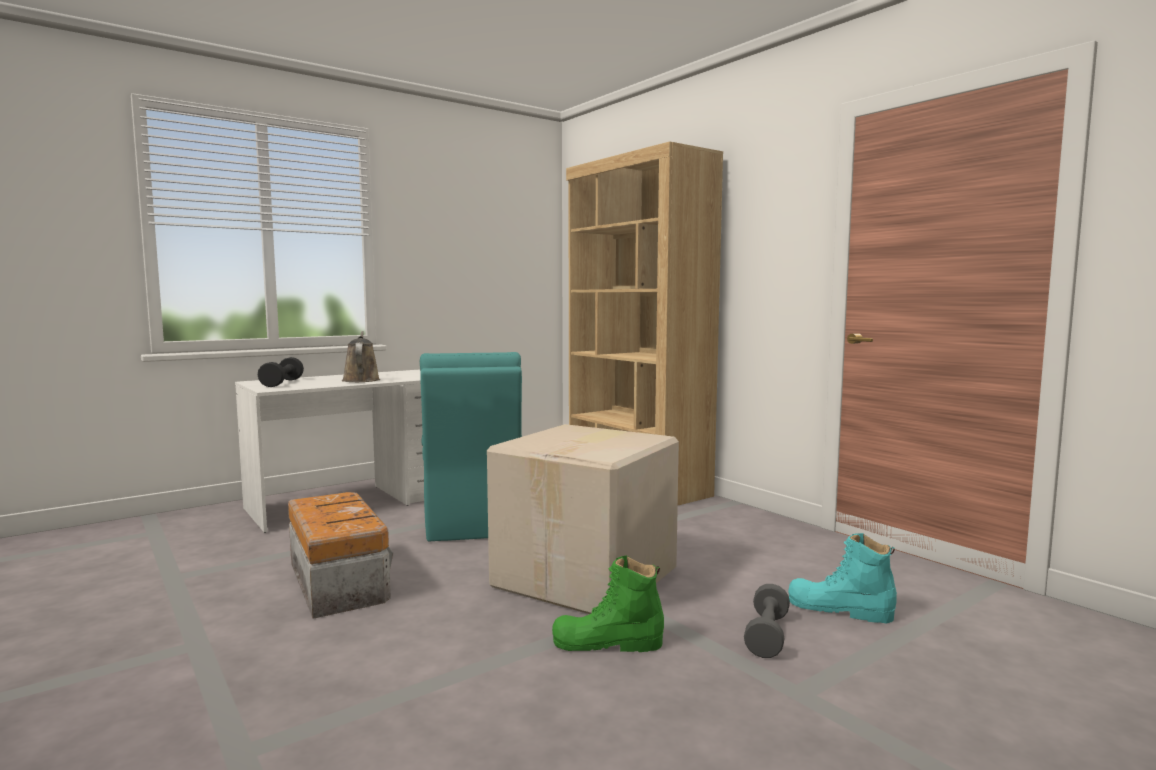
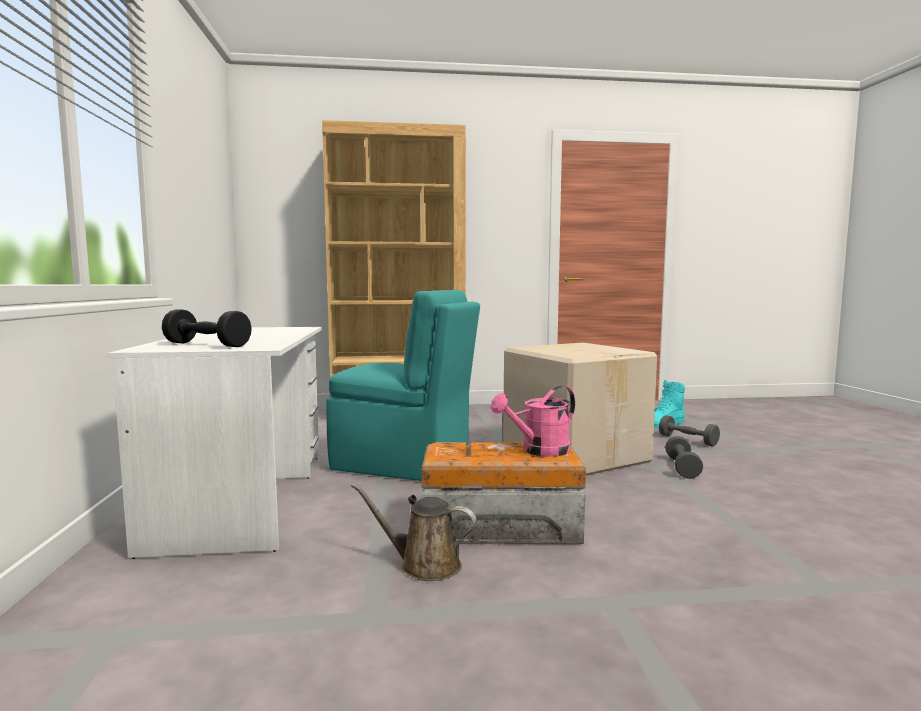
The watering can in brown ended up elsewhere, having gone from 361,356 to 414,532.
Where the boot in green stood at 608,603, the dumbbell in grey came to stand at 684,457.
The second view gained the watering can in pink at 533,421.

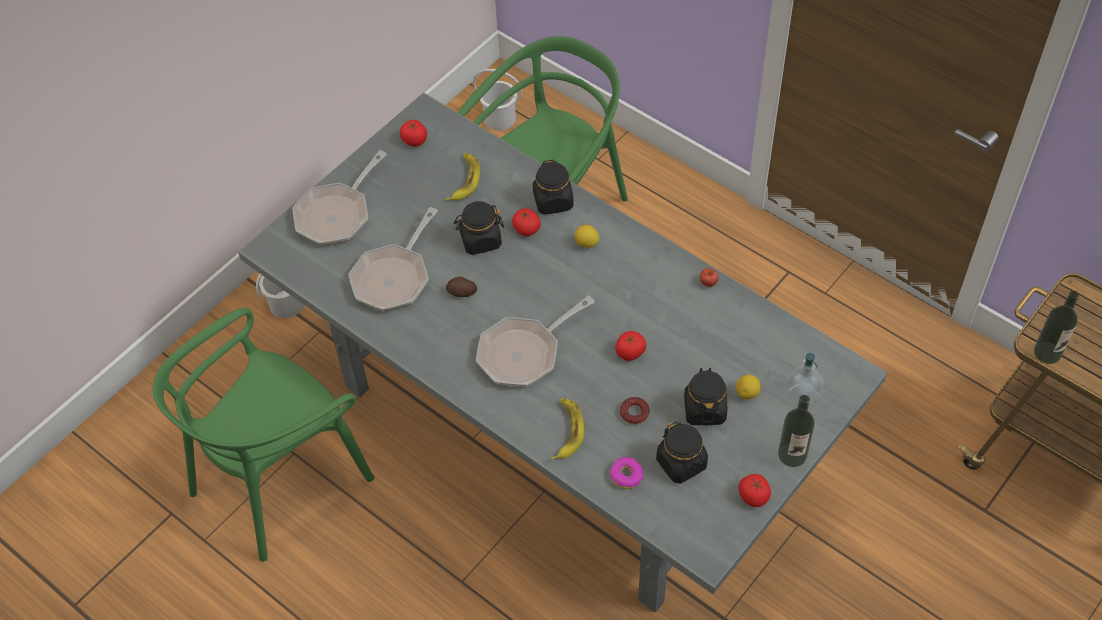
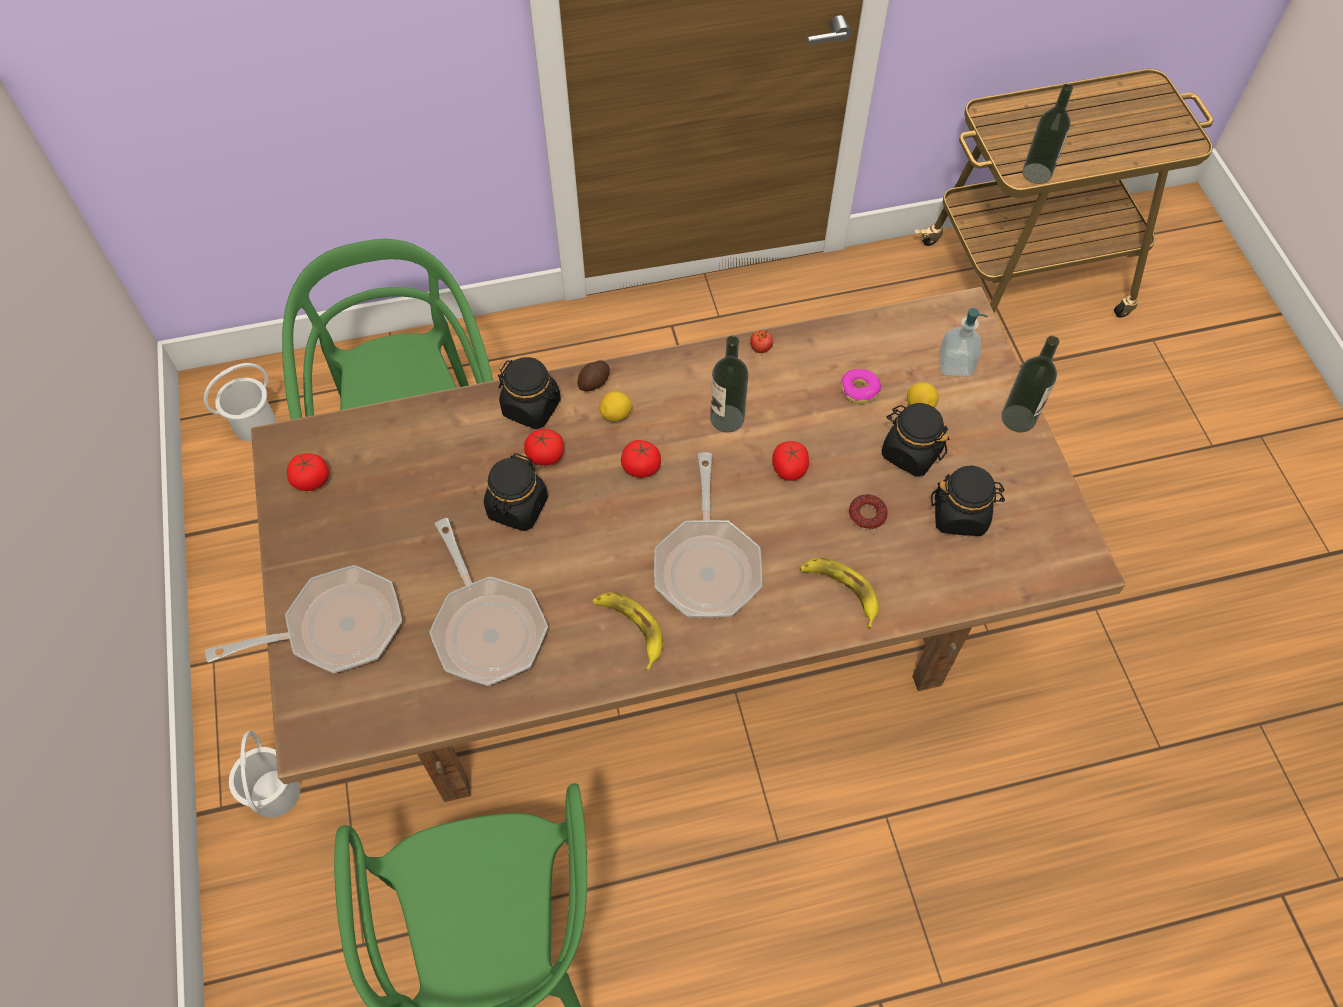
What was the dining table in grey at 563,353 turned into the dining table in brown at 688,544.
The frying pan at 339,197 ended up facing another way, 90 degrees counterclockwise from before.
The banana ended up elsewhere, having gone from 462,176 to 628,631.
The potato ended up elsewhere, having gone from 461,287 to 594,375.
The donut ended up elsewhere, having gone from 627,473 to 861,386.
The tomato ended up elsewhere, having gone from 755,490 to 641,459.
The second view gained the bottle at 729,384.

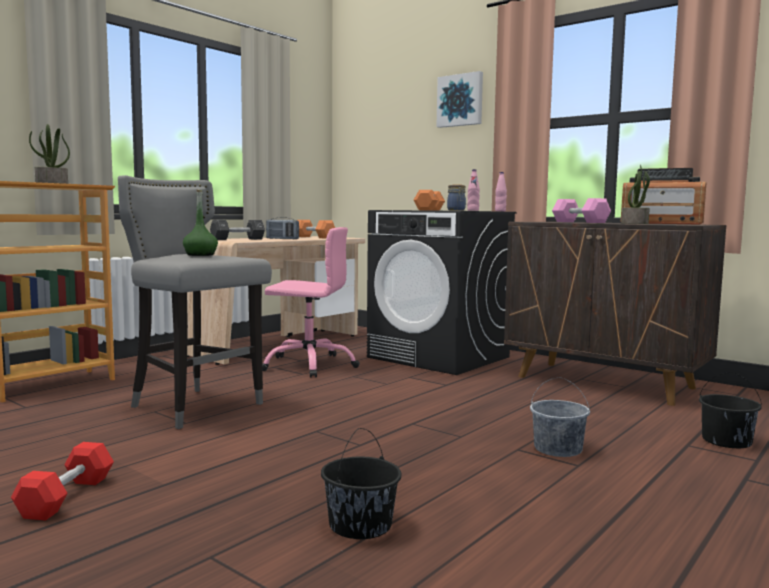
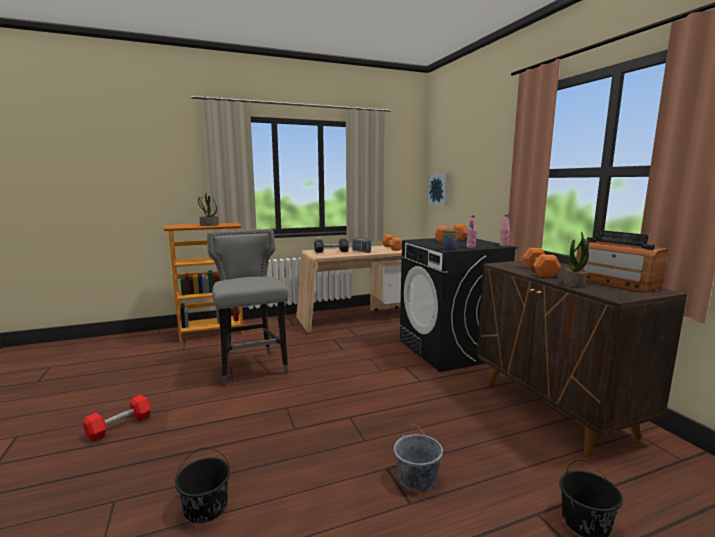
The picture ended up elsewhere, having gone from 459,99 to 438,189.
The second view lost the bottle in green at 200,222.
What was the dumbbell in pink at 581,210 turned into the dumbbell in orange at 541,263.
The second view lost the office chair in pink at 311,302.

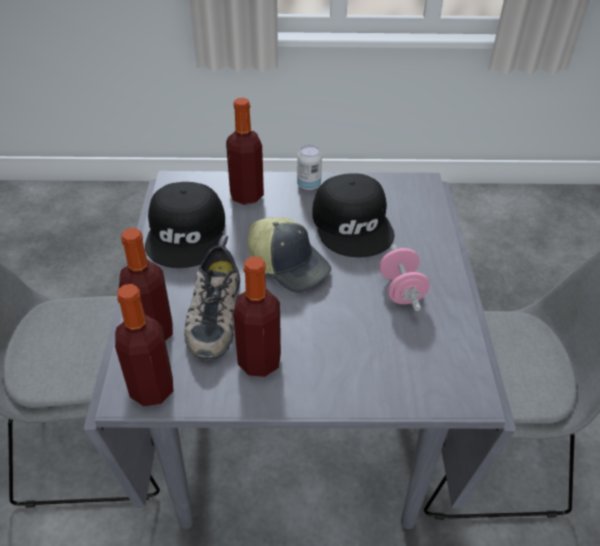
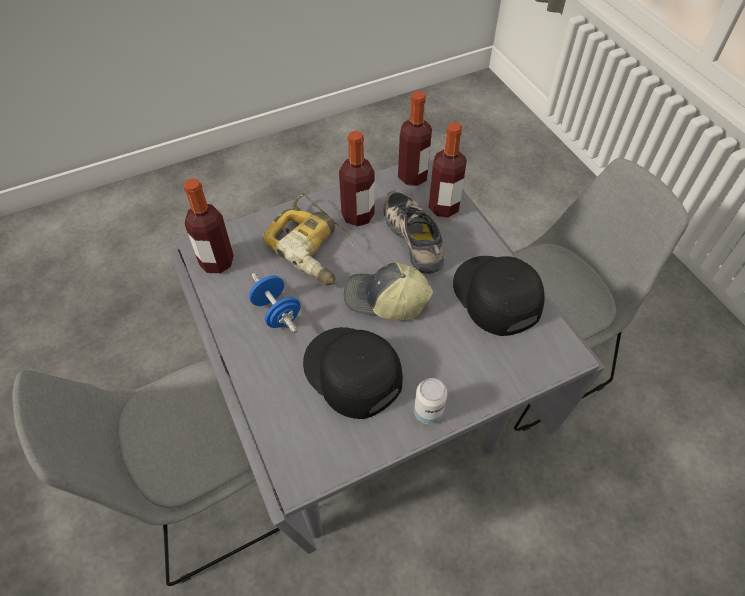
The bottle ended up elsewhere, having gone from 245,151 to 209,226.
What was the dumbbell in pink at 404,277 turned into the dumbbell in blue at 274,303.
The second view gained the power drill at 309,239.

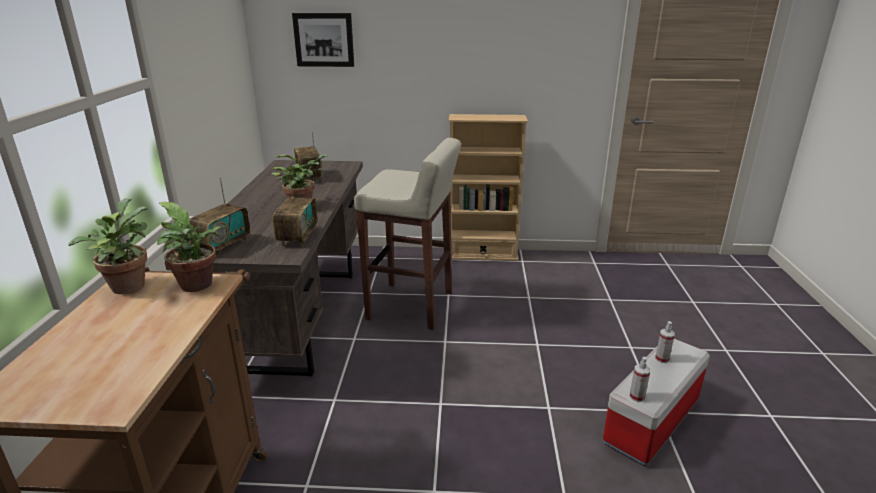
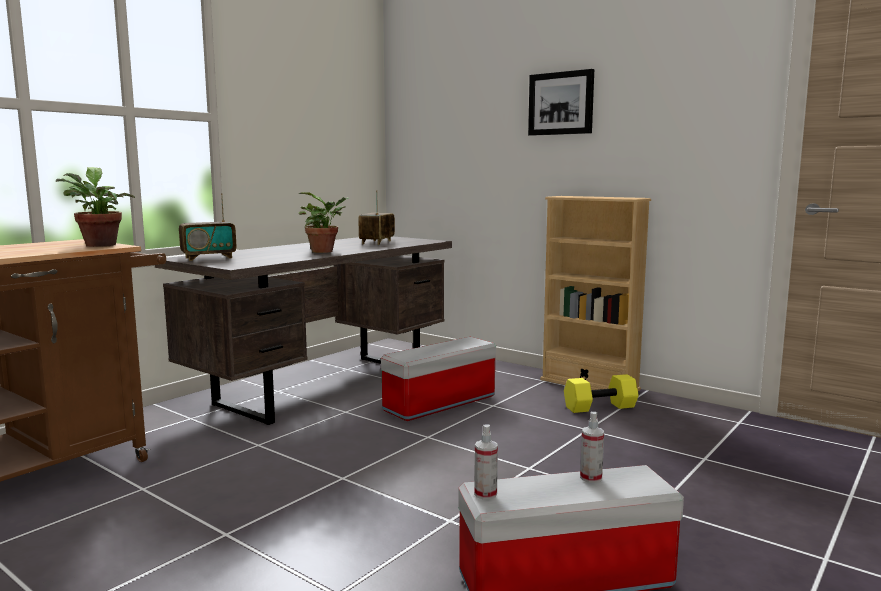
The picture ended up elsewhere, having gone from 323,40 to 561,102.
Where the stool in beige stood at 407,234, the storage box came to stand at 438,379.
The second view lost the radio at 295,209.
The second view lost the potted plant at 108,246.
The second view gained the dumbbell in yellow at 601,393.

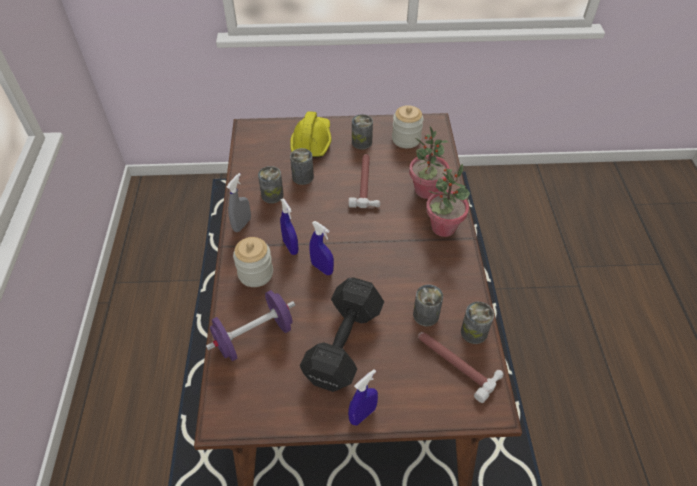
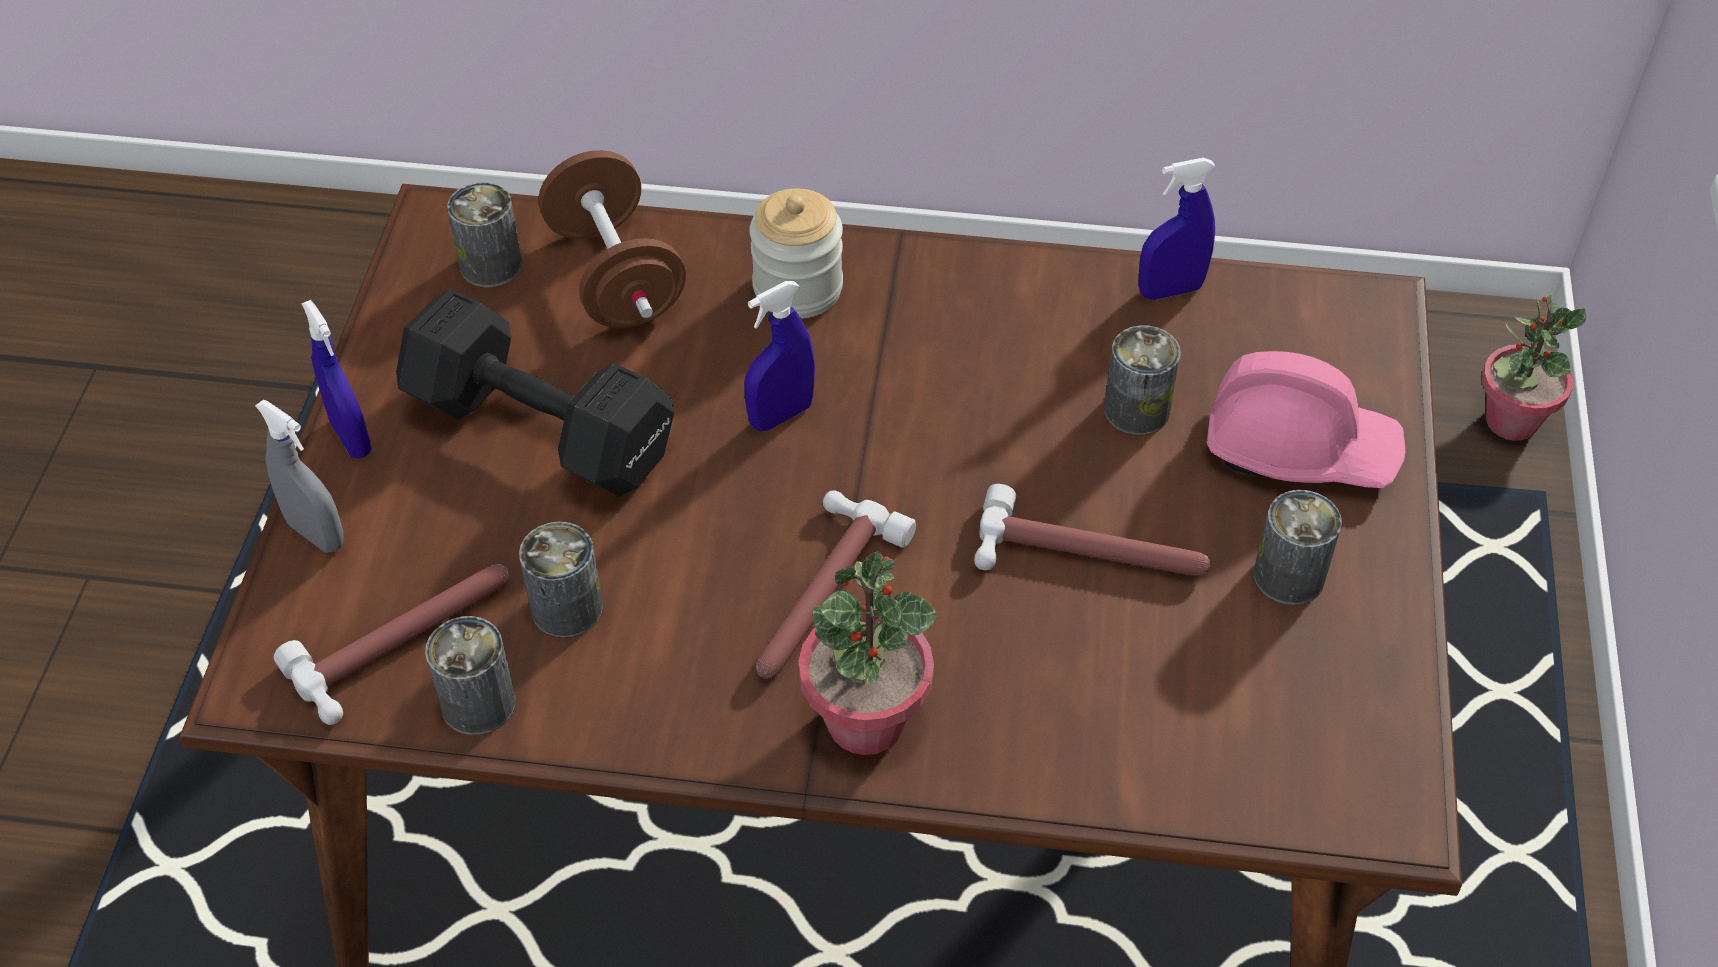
The second view lost the jar at 408,126.
What was the hard hat in yellow at 311,134 turned into the hard hat in pink at 1306,419.
The potted plant ended up elsewhere, having gone from 429,162 to 1534,368.
The can ended up elsewhere, having gone from 271,185 to 484,234.
The spray bottle in grey ended up elsewhere, having gone from 238,202 to 299,476.
The spray bottle in blue ended up elsewhere, having gone from 289,226 to 1176,229.
What was the dumbbell in purple at 250,325 turned into the dumbbell in brown at 612,239.
The second view gained the hammer at 836,584.

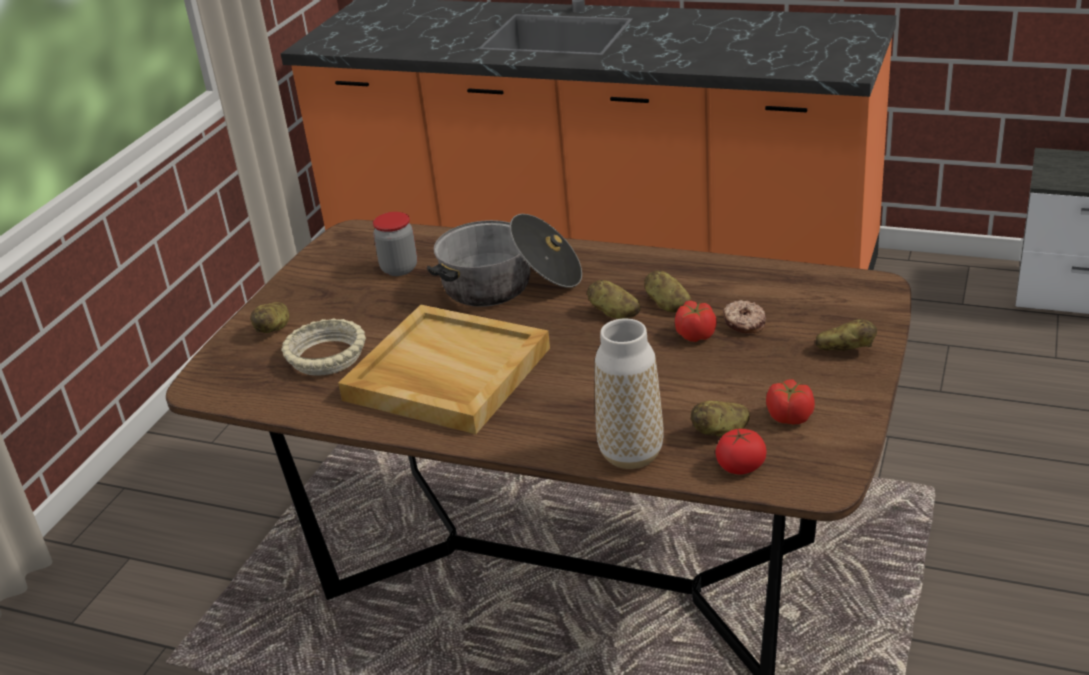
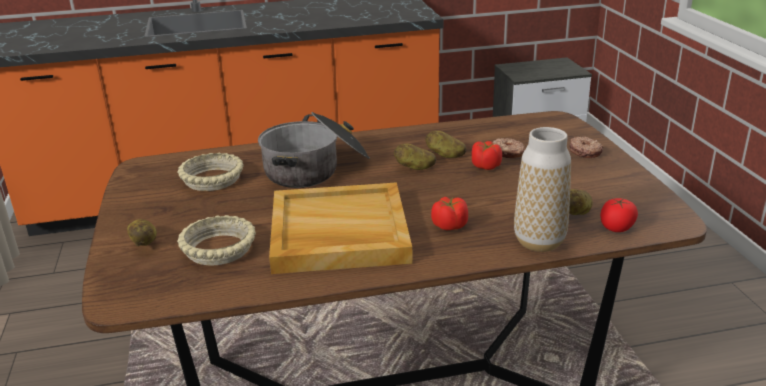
Where the jar stood at 395,244, the bowl in beige came to stand at 210,172.
Where the potato stood at 846,335, the donut came to stand at 586,147.
The tomato ended up elsewhere, having gone from 790,402 to 449,213.

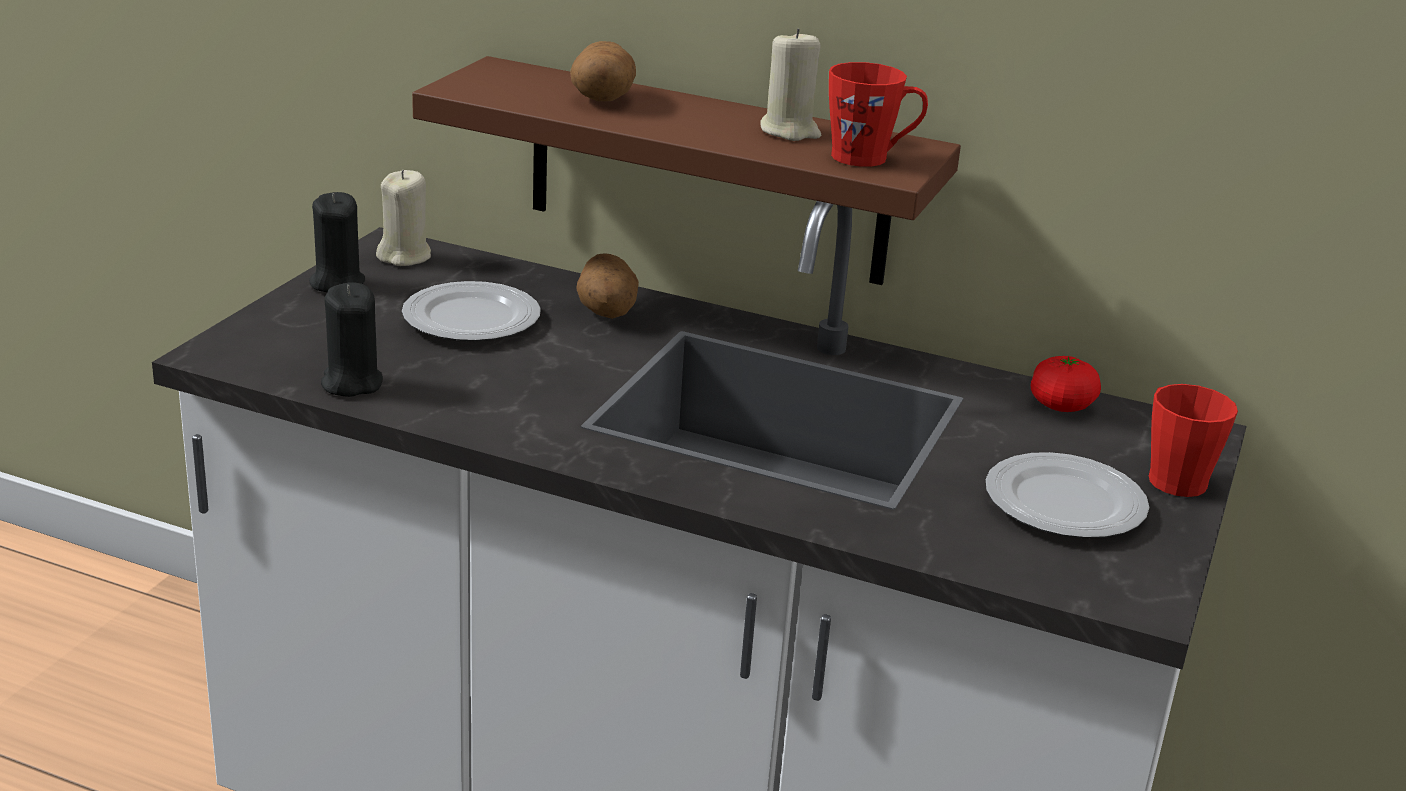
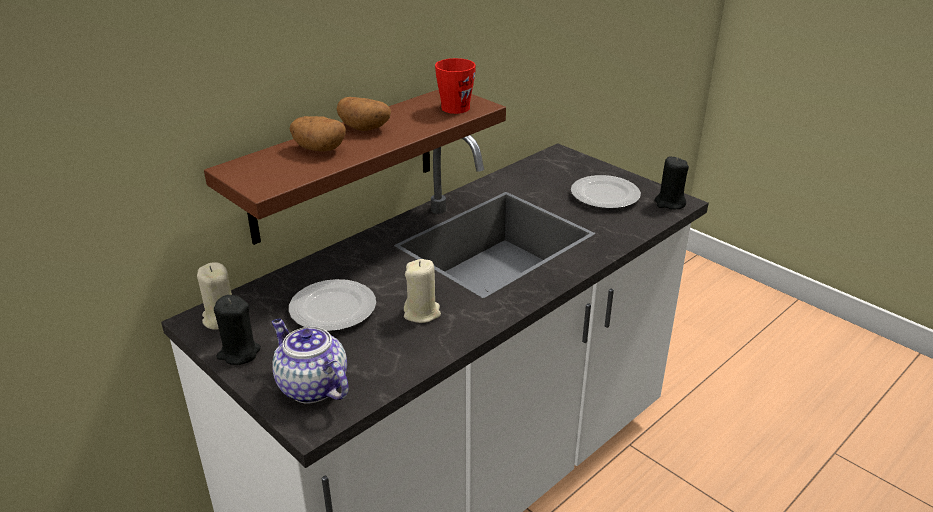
The candle in beige ended up elsewhere, having gone from 790,84 to 422,291.
The potato ended up elsewhere, having gone from 607,286 to 364,114.
The candle in black ended up elsewhere, having gone from 352,339 to 671,183.
The second view lost the tomato at 1066,384.
The second view lost the mug in red at 1193,440.
The second view gained the teapot at 310,361.

